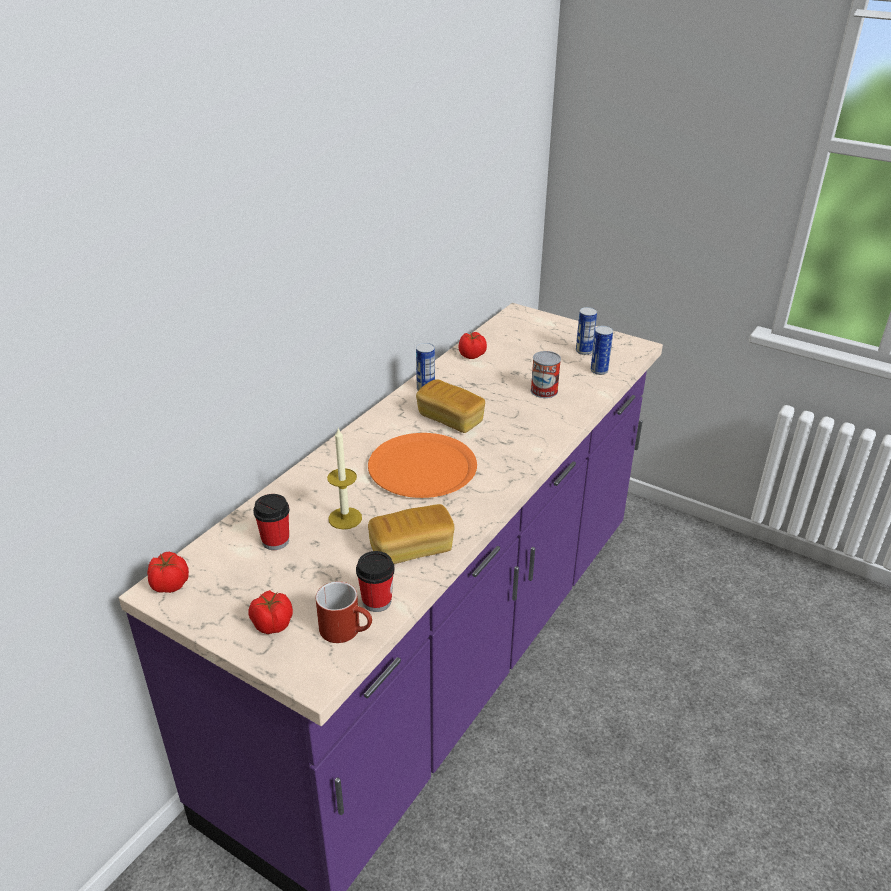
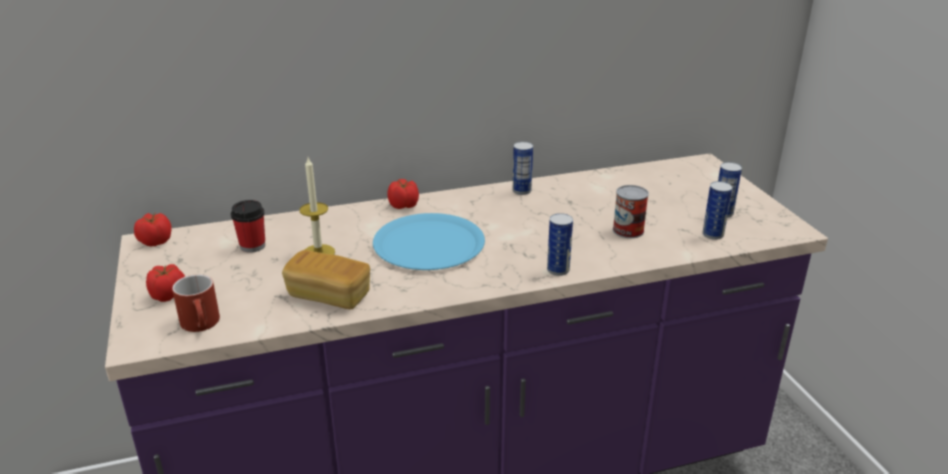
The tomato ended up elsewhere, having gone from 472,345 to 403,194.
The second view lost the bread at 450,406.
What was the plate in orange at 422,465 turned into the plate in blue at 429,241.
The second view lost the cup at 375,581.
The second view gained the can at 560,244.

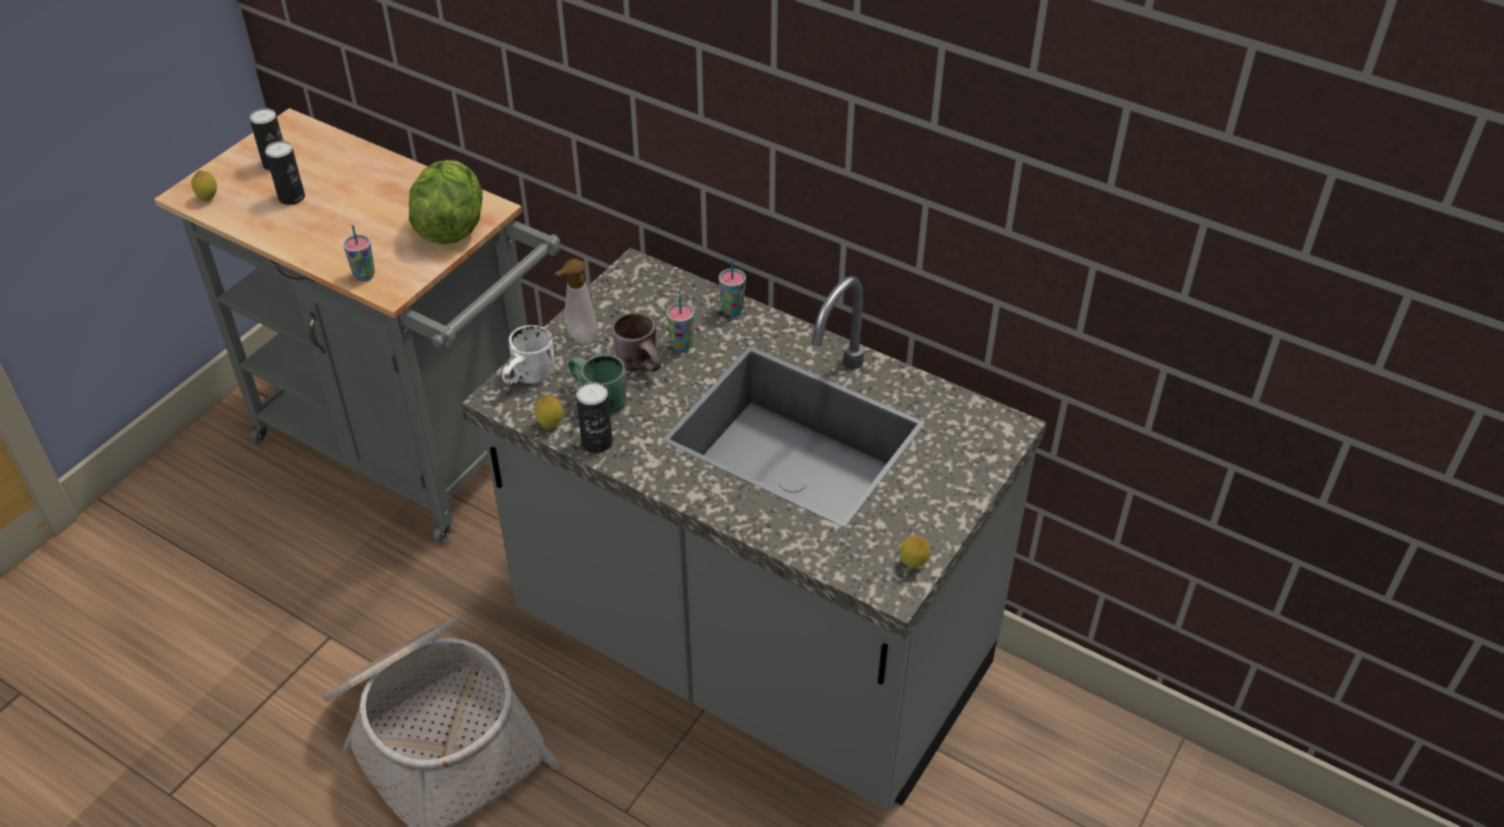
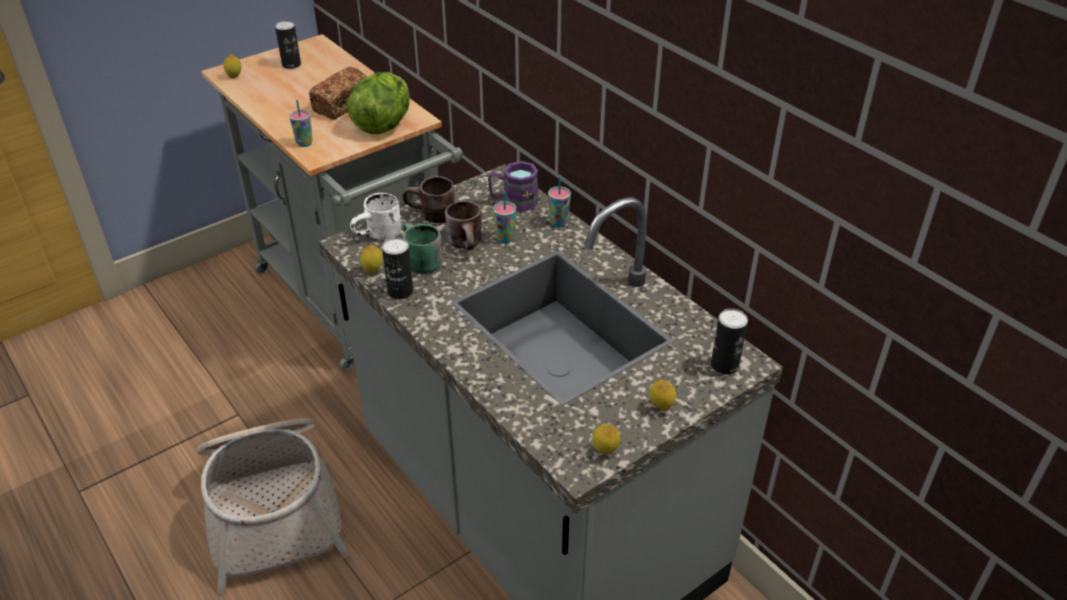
The can ended up elsewhere, having gone from 285,173 to 729,341.
Where the soap dispenser stood at 576,301, the mug in brown came to stand at 428,199.
The second view gained the bread at 338,93.
The second view gained the mug in purple at 513,186.
The second view gained the lemon at 663,395.

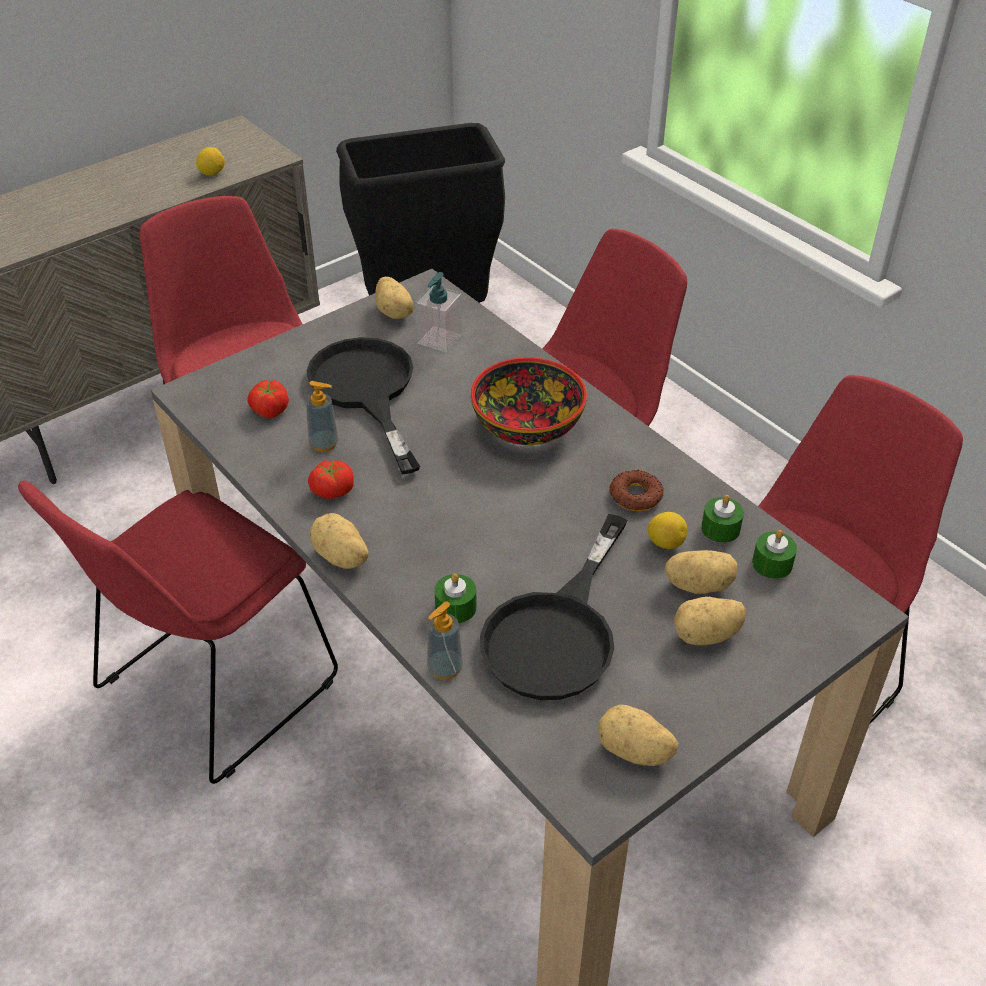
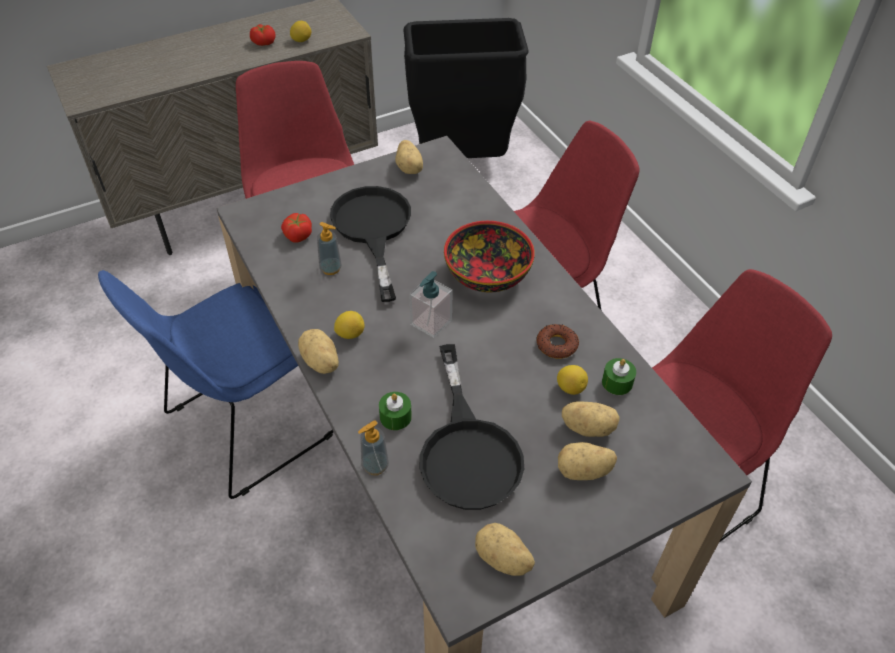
The soap dispenser ended up elsewhere, having gone from 438,312 to 431,304.
The tomato ended up elsewhere, having gone from 331,479 to 263,35.
What was the chair in red at 178,632 turned into the chair in blue at 215,384.
The frying pan in black at 553,607 ended up facing another way, 45 degrees counterclockwise from before.
The second view lost the candle in green at 774,554.
The second view gained the lemon at 349,325.

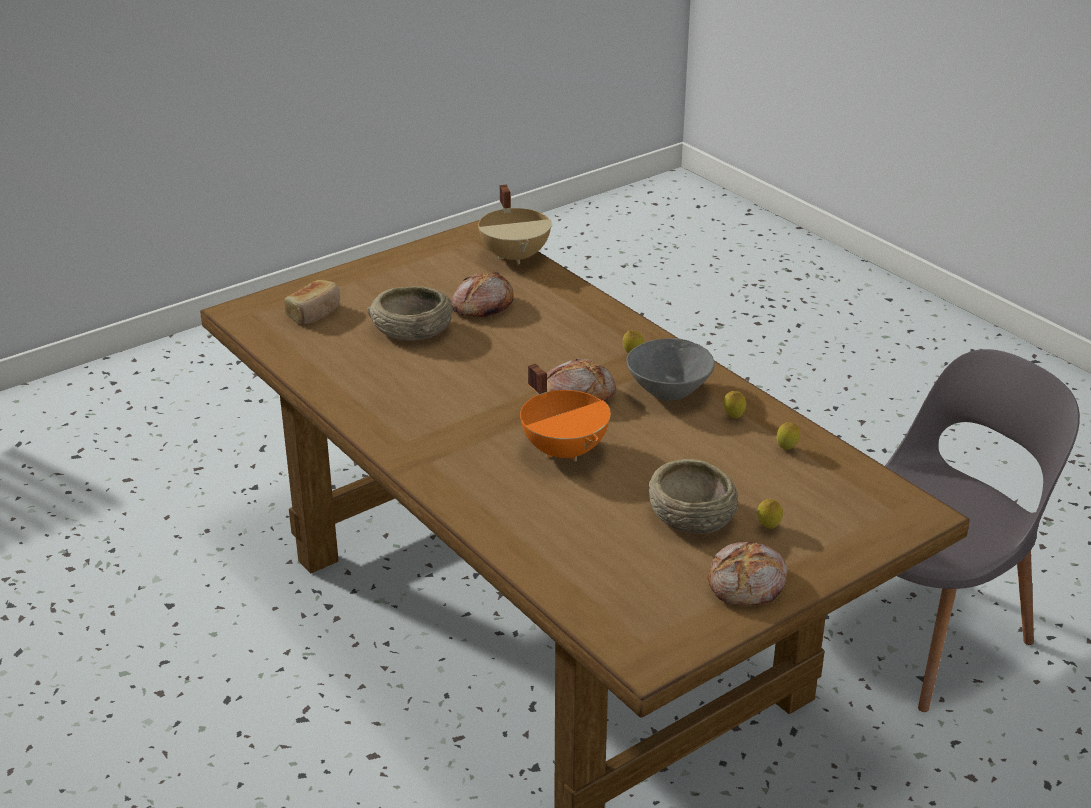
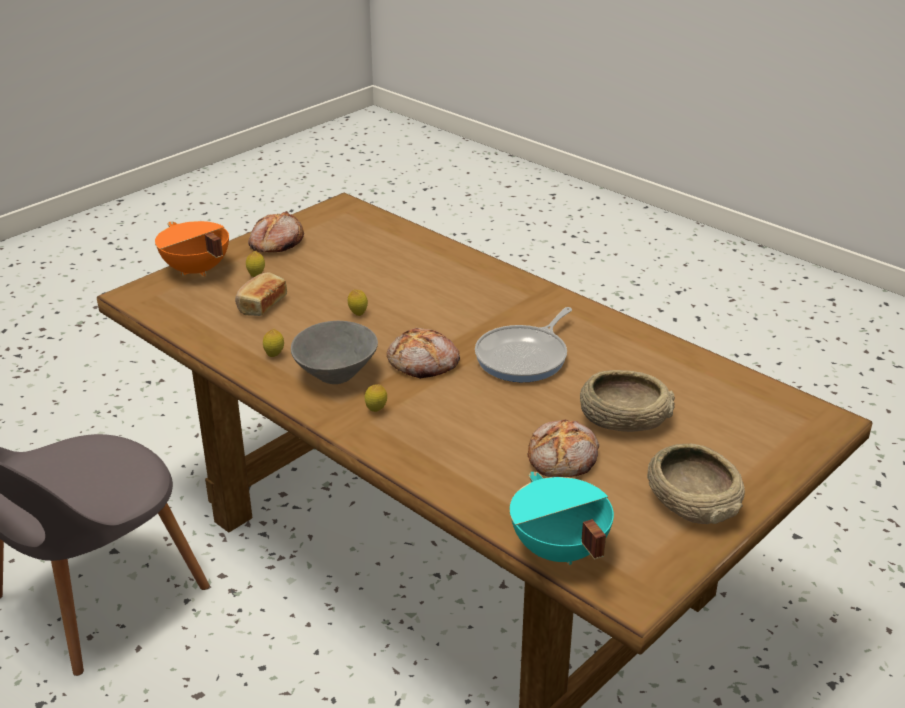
What was the cooking pot in beige at 515,224 turned into the cooking pot in turquoise at 562,518.
The bread ended up elsewhere, having gone from 312,302 to 261,294.
The cooking pot in orange ended up elsewhere, having gone from 565,413 to 192,249.
The lemon ended up elsewhere, having gone from 788,436 to 358,303.
The bowl in beige ended up elsewhere, having gone from 693,496 to 696,484.
The second view gained the frying pan at 523,344.

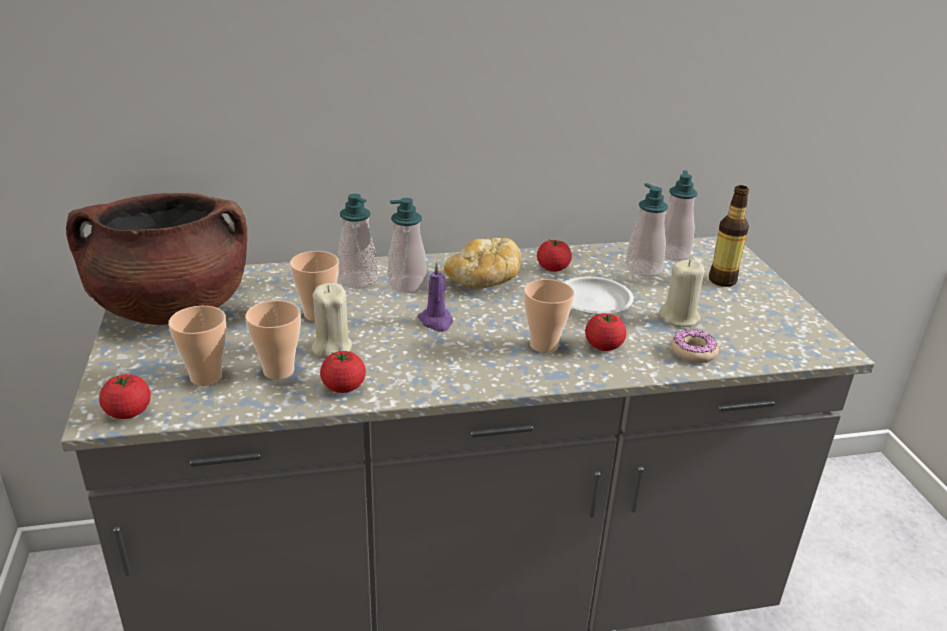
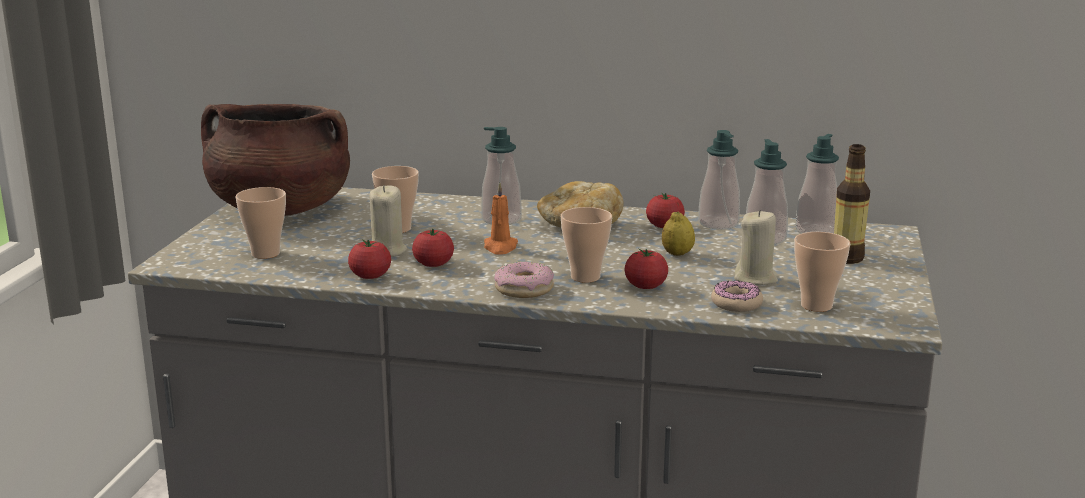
The soap dispenser ended up elsewhere, having gone from 357,241 to 719,180.
What was the candle in purple at 435,297 turned into the candle in orange at 501,218.
Where the plate in white stood at 599,296, the lemon came to stand at 678,233.
The cup ended up elsewhere, having gone from 273,340 to 822,272.
The tomato ended up elsewhere, having gone from 125,396 to 433,248.
The second view gained the donut at 524,280.

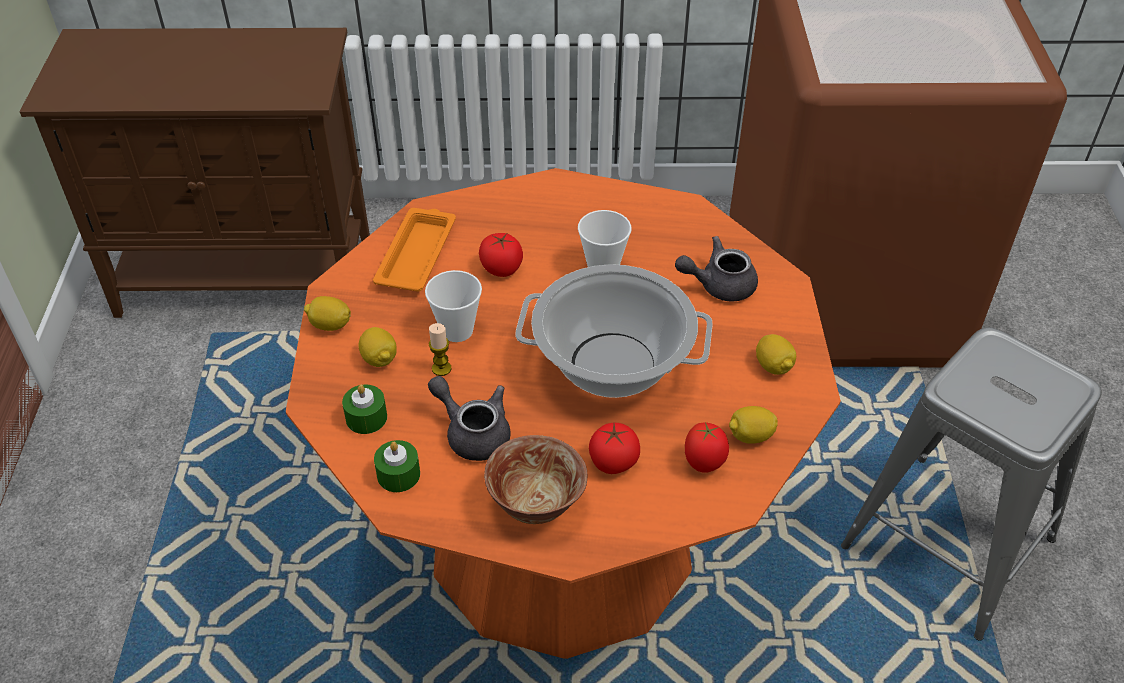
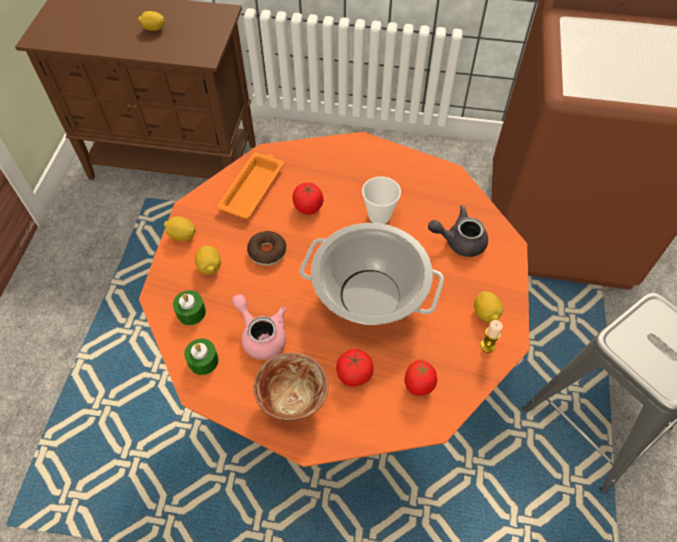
Where the cup stood at 453,306, the donut came to stand at 266,248.
The candle ended up elsewhere, having gone from 440,349 to 491,336.
What was the teapot in grey at 469,418 turned into the teapot in pink at 259,327.
The lemon ended up elsewhere, having gone from 753,425 to 151,21.

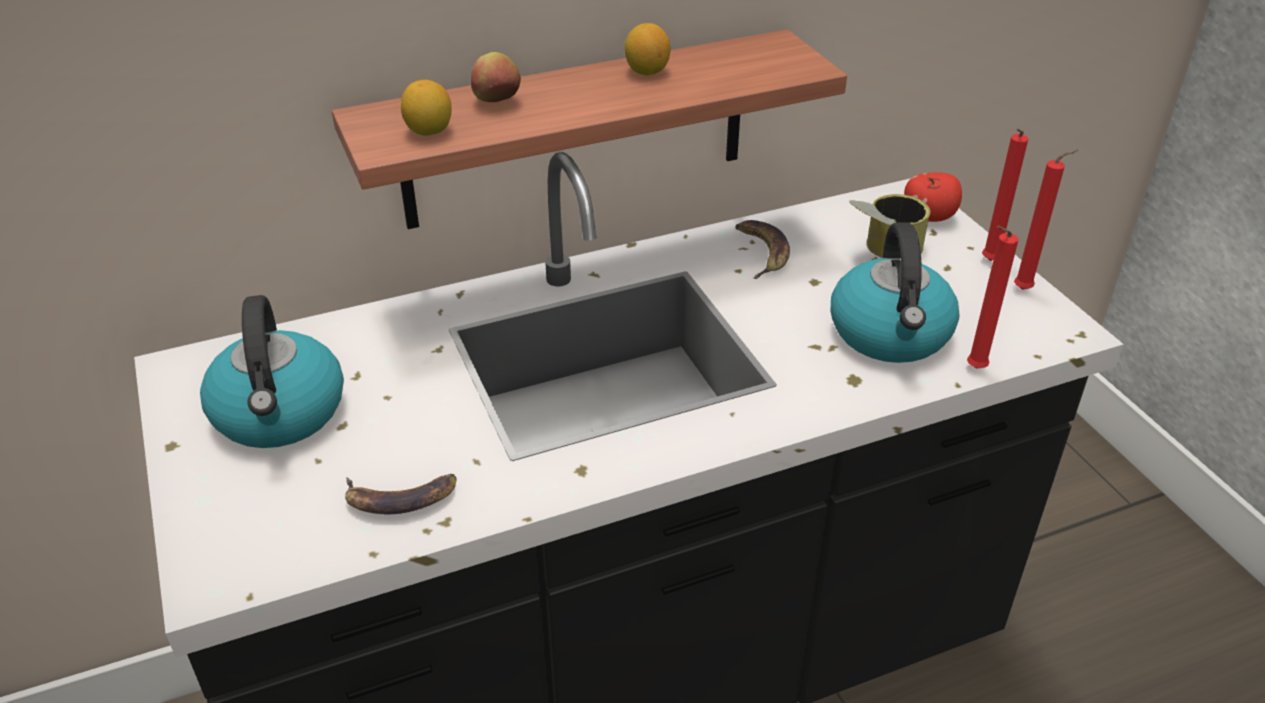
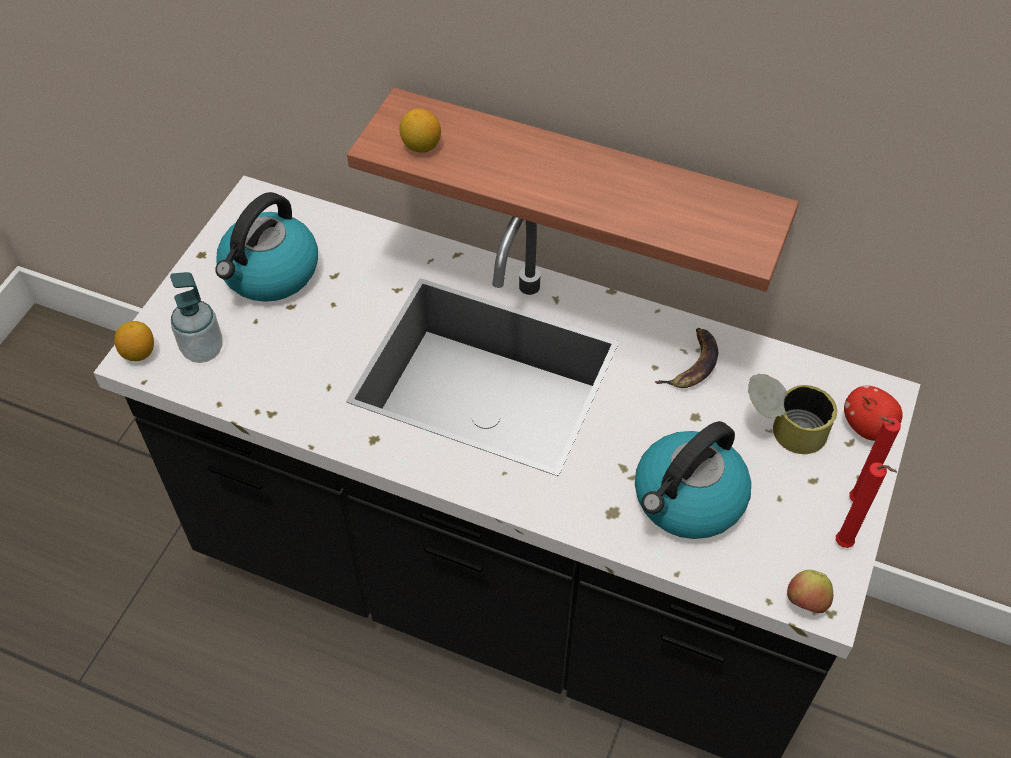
The lemon ended up elsewhere, having gone from 647,49 to 134,341.
The apple ended up elsewhere, having gone from 496,77 to 810,591.
The second view lost the candle in red at 993,297.
The second view lost the banana at 401,494.
The second view gained the soap dispenser at 196,317.

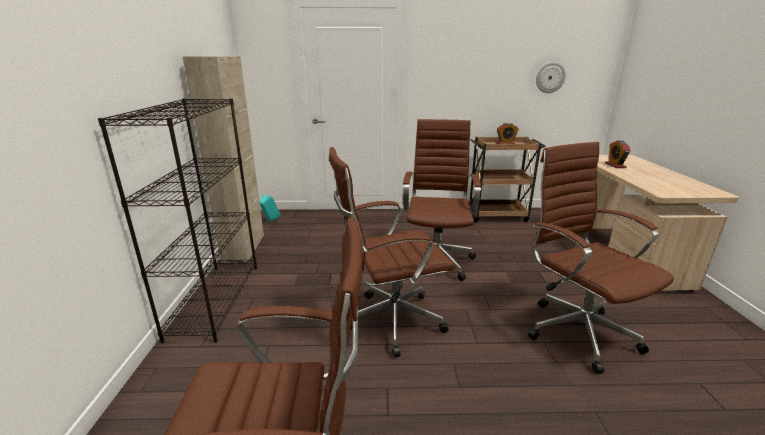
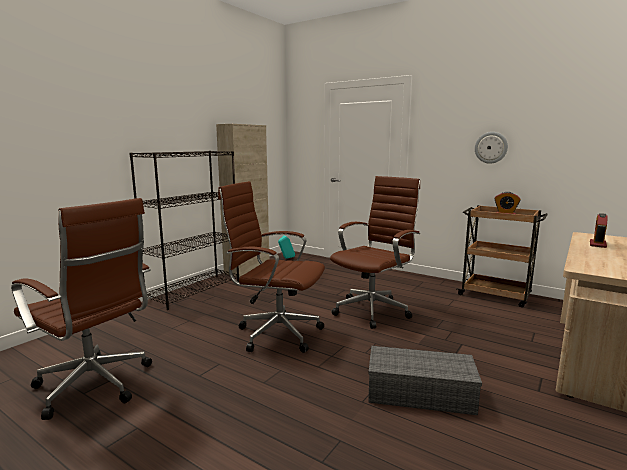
The wall clock ended up elsewhere, having gone from 551,77 to 491,148.
Where the office chair in brown stood at 601,258, the storage box in grey came to stand at 425,380.

